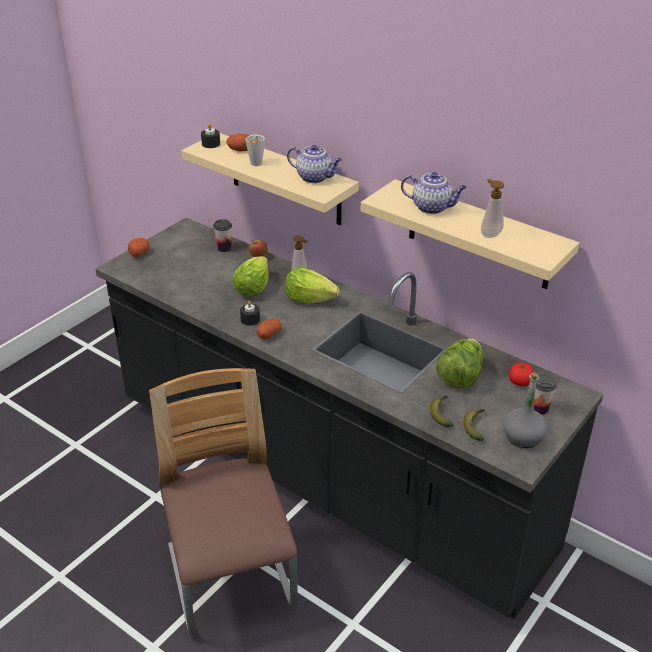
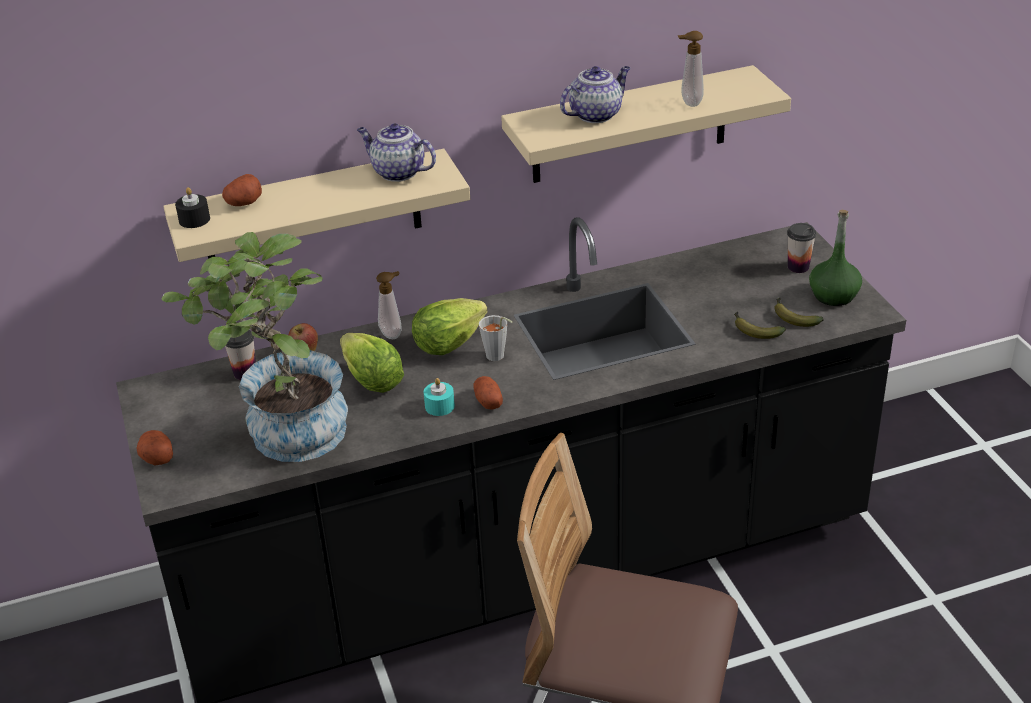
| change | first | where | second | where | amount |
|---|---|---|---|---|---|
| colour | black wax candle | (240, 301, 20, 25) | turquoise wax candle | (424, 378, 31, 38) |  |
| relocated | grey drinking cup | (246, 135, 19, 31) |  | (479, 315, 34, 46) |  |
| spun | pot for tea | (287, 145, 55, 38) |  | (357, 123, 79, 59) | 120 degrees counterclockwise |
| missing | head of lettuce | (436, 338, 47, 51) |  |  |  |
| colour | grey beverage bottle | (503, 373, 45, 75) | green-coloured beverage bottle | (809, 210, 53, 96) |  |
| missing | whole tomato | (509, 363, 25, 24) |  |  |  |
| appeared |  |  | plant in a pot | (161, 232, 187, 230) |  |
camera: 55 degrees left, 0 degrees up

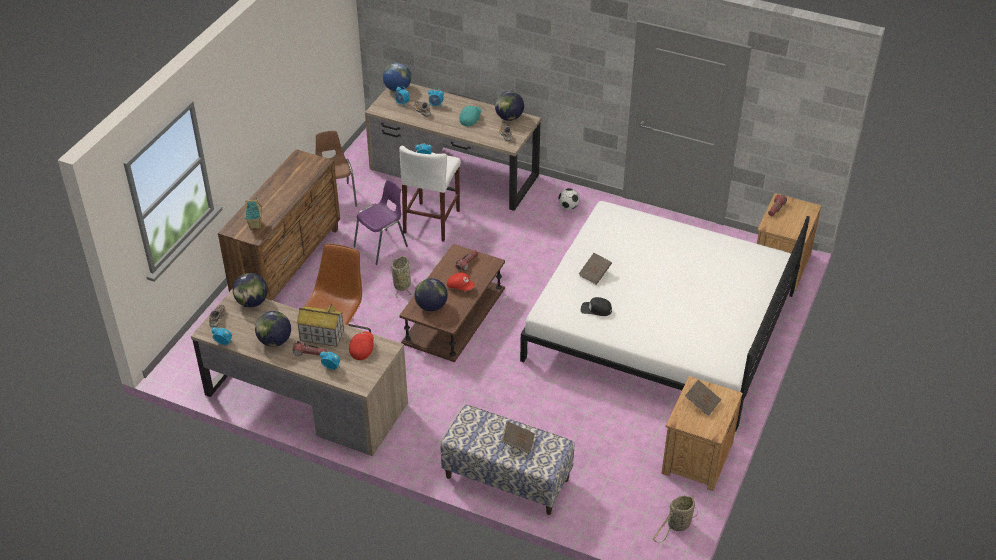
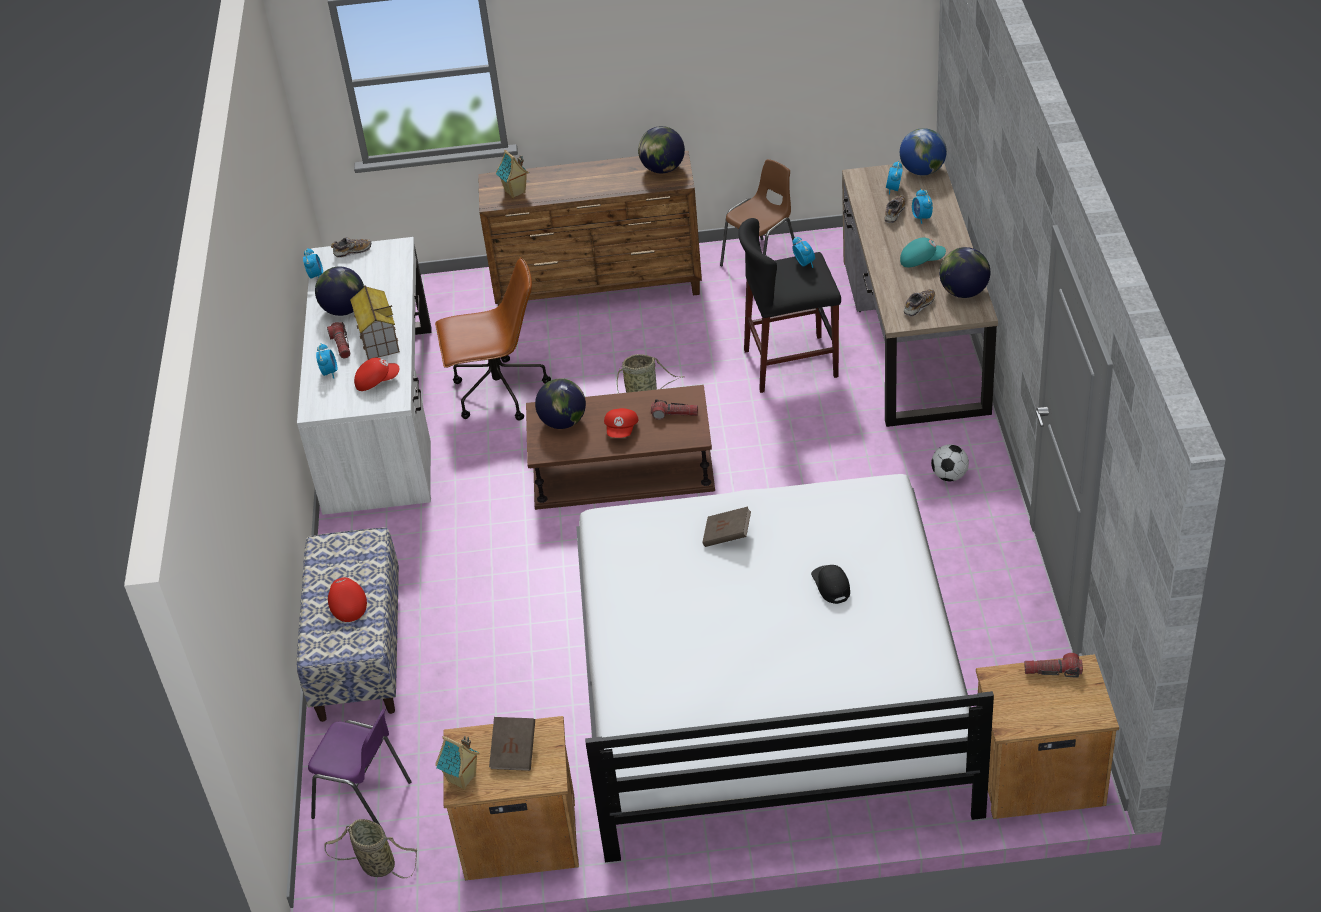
| change | first | where | second | where | amount |
|---|---|---|---|---|---|
| colour | brown desk table | (191, 288, 217, 168) | white desk table | (297, 237, 134, 278) |  |
| relocated | globe | (233, 273, 35, 34) |  | (638, 126, 47, 47) |  |
| relocated | purple plain chair | (353, 180, 55, 85) |  | (308, 709, 104, 117) |  |
| colour | white stool | (400, 146, 61, 96) | black stool | (738, 218, 103, 175) |  |
| exchanged | brown bound book | (501, 421, 34, 33) | red-coloured cap | (328, 577, 39, 45) |  |
| relocated | black cap | (581, 297, 31, 19) |  | (811, 565, 39, 39) |  |
| appeared |  |  | miniature house | (435, 736, 45, 54) |  |
camera: 65 degrees right, 0 degrees up

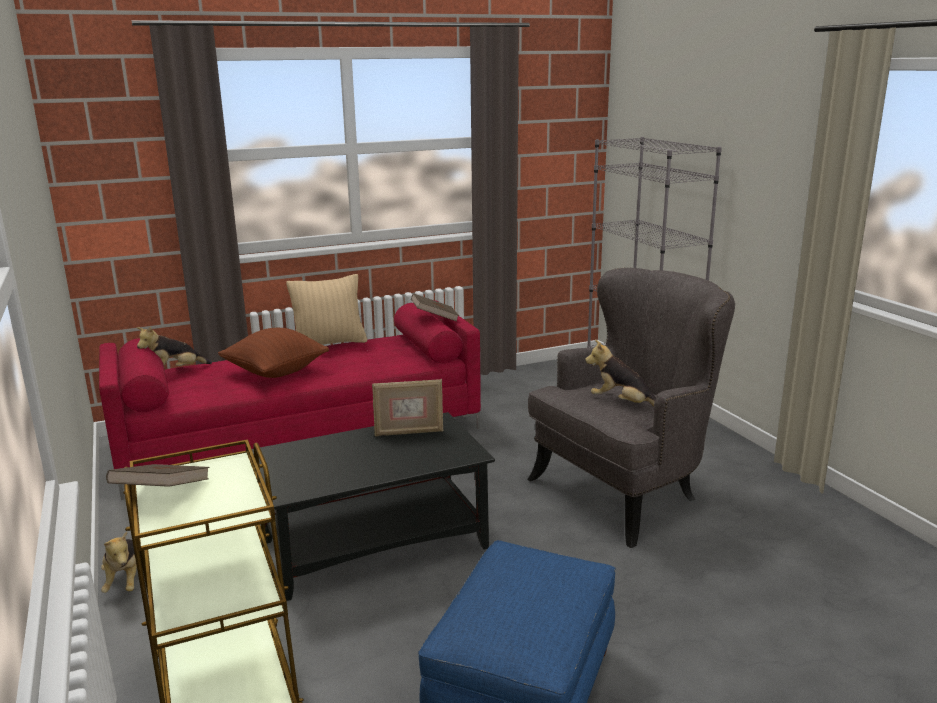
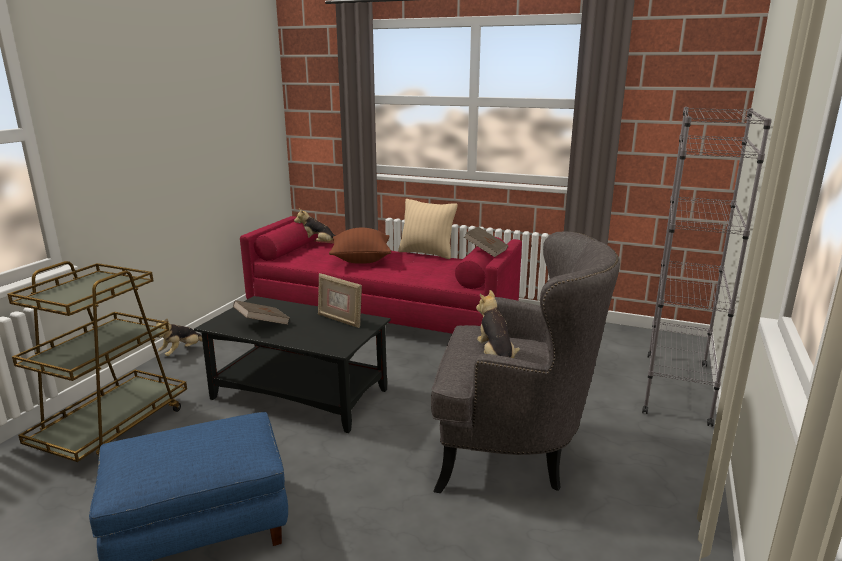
| change | first | where | second | where | amount |
|---|---|---|---|---|---|
| relocated | brown bound book | (106, 464, 103, 23) |  | (233, 300, 57, 25) |  |
camera: 45 degrees right, 0 degrees up

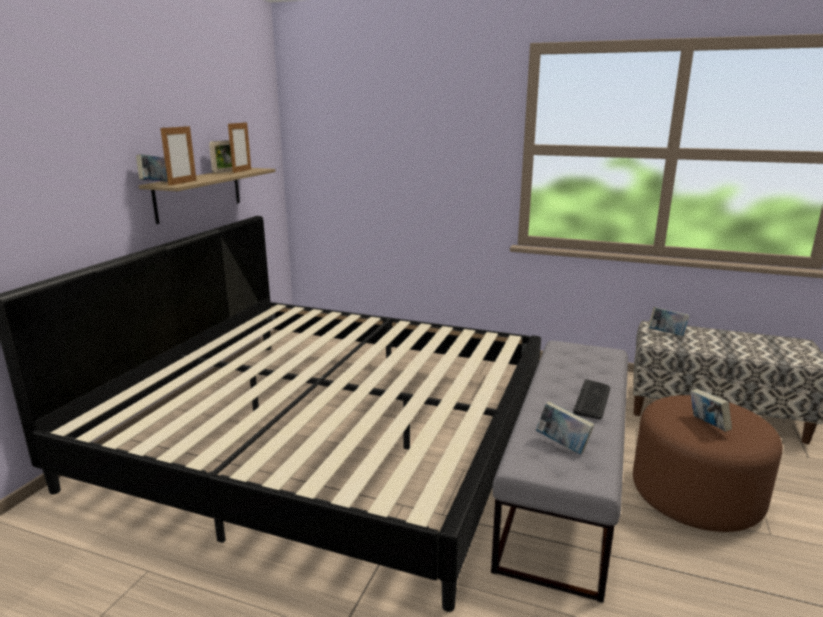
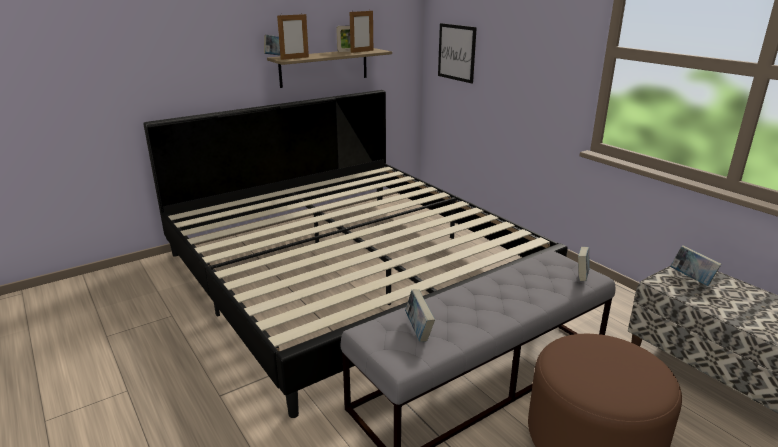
| change | first | where | second | where | amount |
|---|---|---|---|---|---|
| missing | keyboard | (573, 379, 37, 40) |  |  |  |
| relocated | bound book | (690, 389, 42, 43) |  | (578, 247, 12, 34) |  |
| appeared |  |  | wall art | (438, 23, 39, 60) |  |
camera: 35 degrees right, 5 degrees up

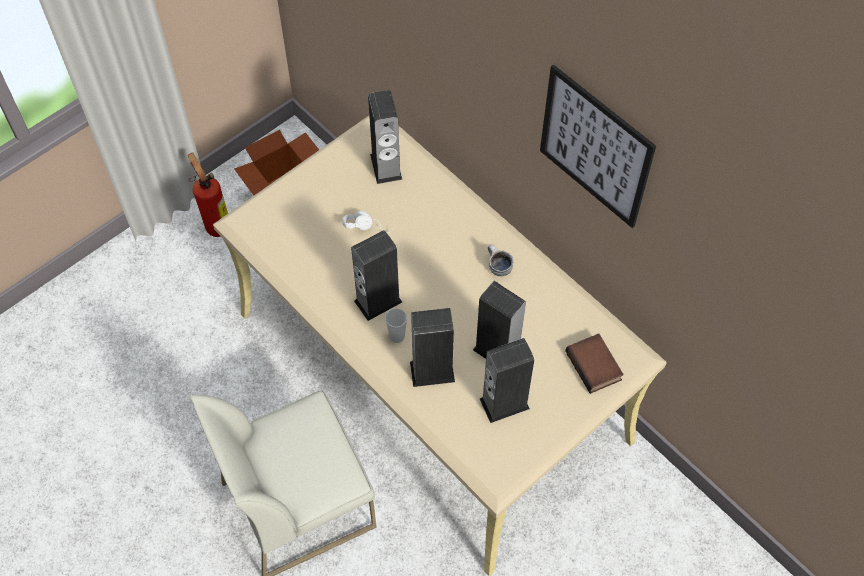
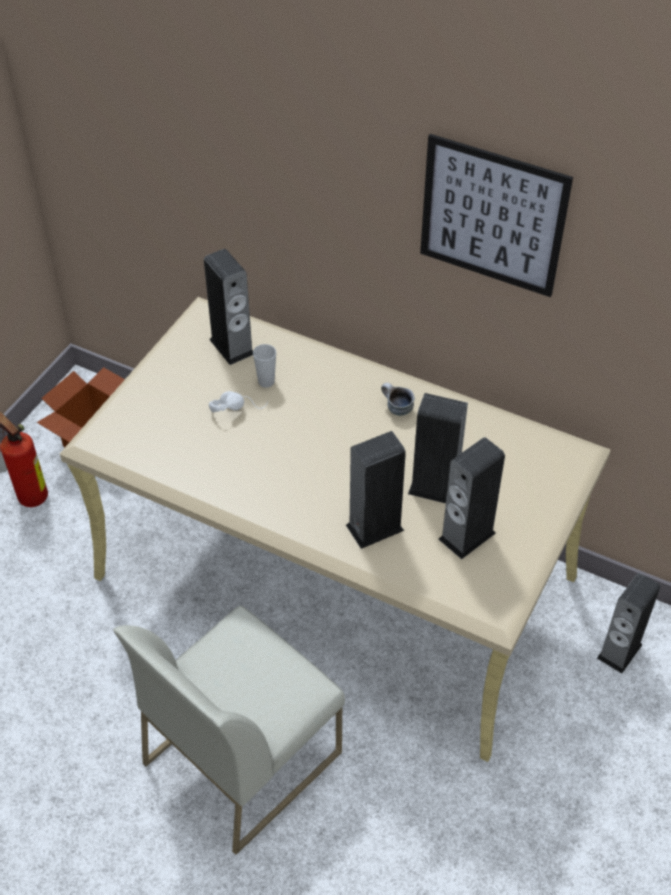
| change | first | where | second | where | amount |
|---|---|---|---|---|---|
| relocated | loudspeaker | (351, 230, 51, 91) |  | (597, 573, 64, 101) |  |
| relocated | drinking cup | (385, 308, 22, 35) |  | (253, 344, 23, 44) |  |
| missing | bound book | (565, 333, 58, 61) |  |  |  |
camera: 20 degrees left, 10 degrees down

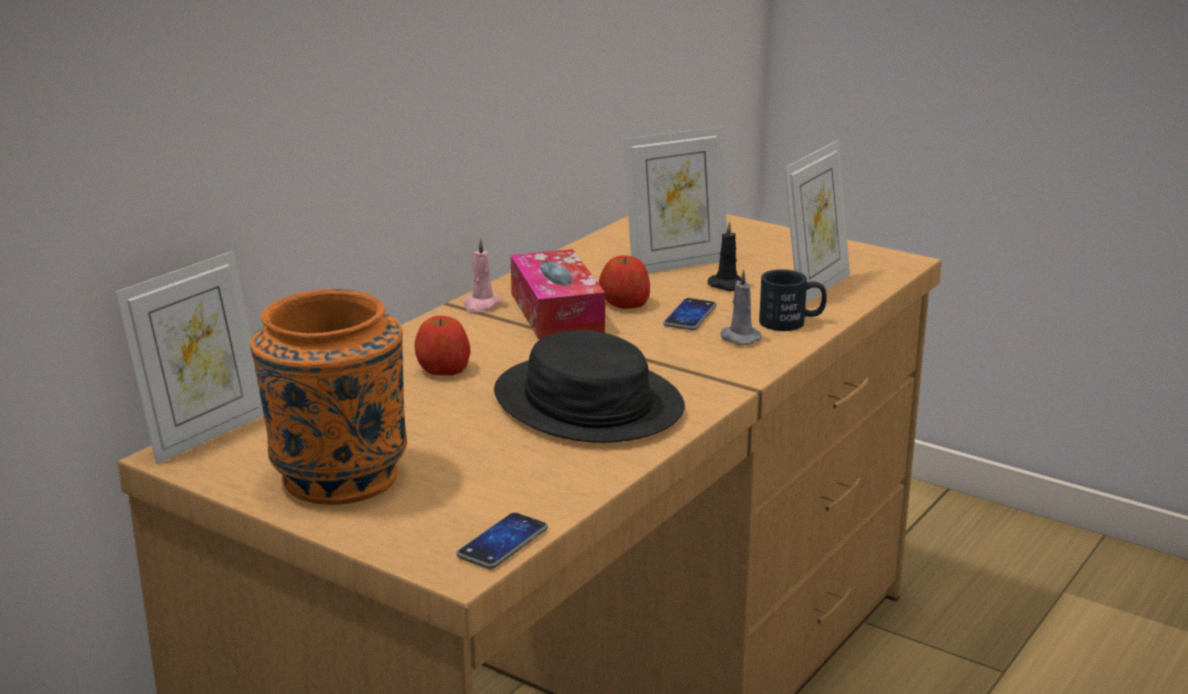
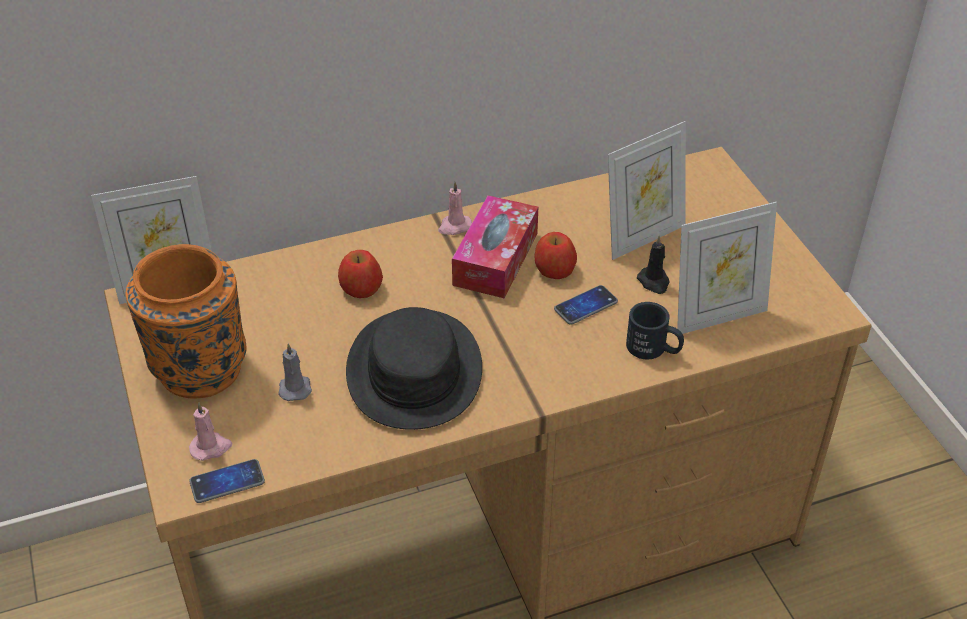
| change | first | where | second | where | amount |
|---|---|---|---|---|---|
| spun | standing frame | (624, 127, 103, 146) |  | (608, 121, 78, 139) | 45 degrees counterclockwise |
| relocated | grey wax candle | (720, 269, 42, 76) |  | (278, 343, 34, 58) |  |
| appeared |  |  | pink-coloured wax candle | (189, 402, 43, 59) |  |
camera: 35 degrees right, 20 degrees up

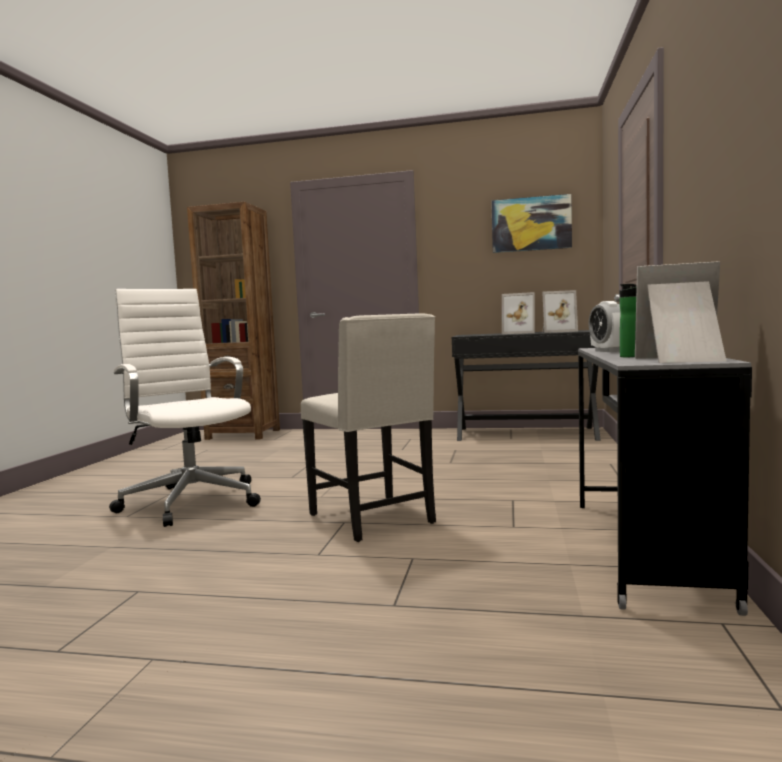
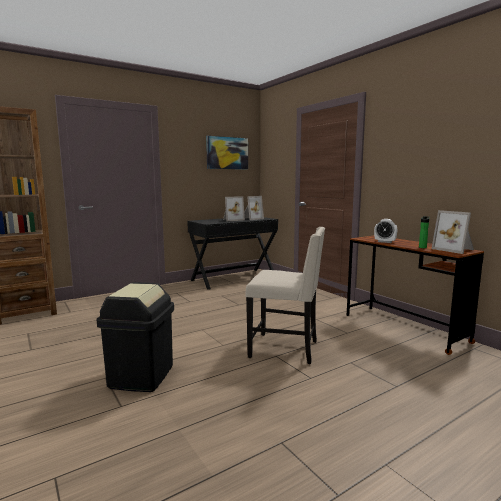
| change | first | where | second | where | amount |
|---|---|---|---|---|---|
| exchanged | white desk chair | (109, 289, 152, 238) | black waste bin | (97, 282, 77, 110) |  |
| colour | grey desk table | (578, 348, 174, 268) | brown desk table | (347, 236, 137, 119) |  |
| spun | standing frame | (635, 261, 91, 102) |  | (432, 210, 42, 44) | 90 degrees counterclockwise |
camera: 45 degrees left, 5 degrees up

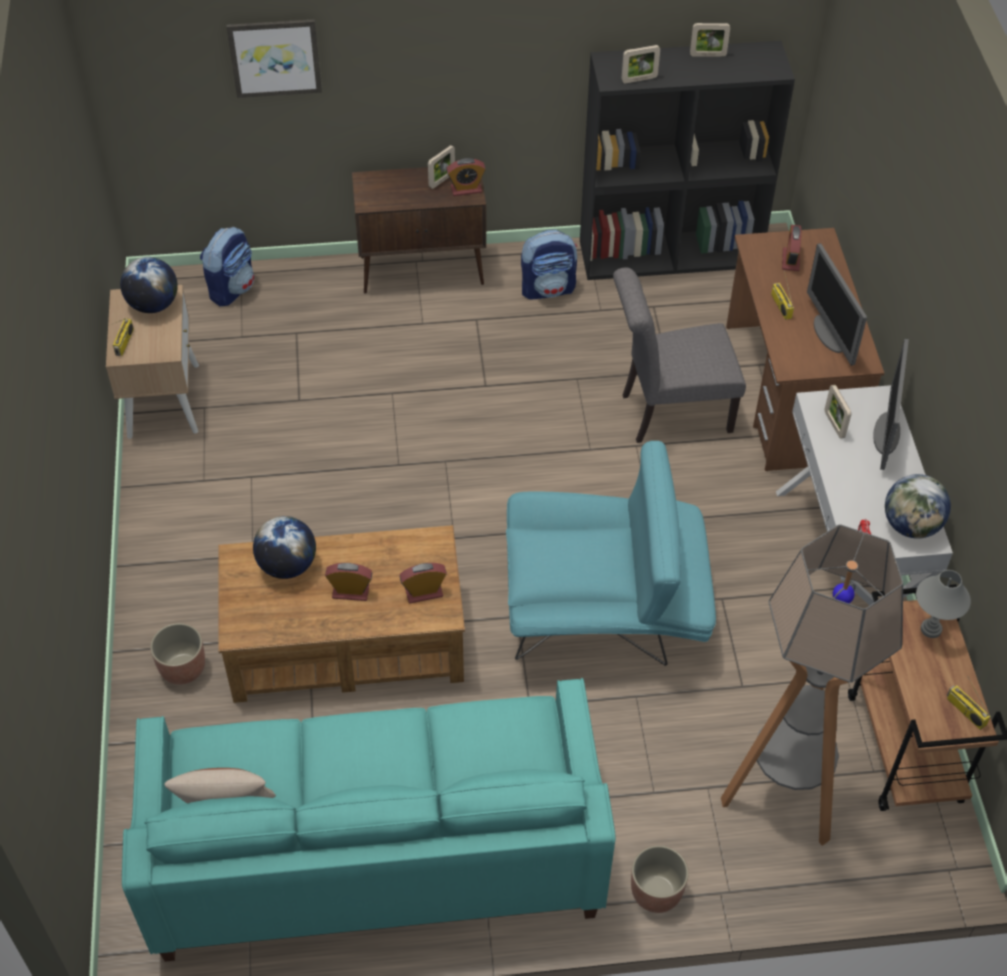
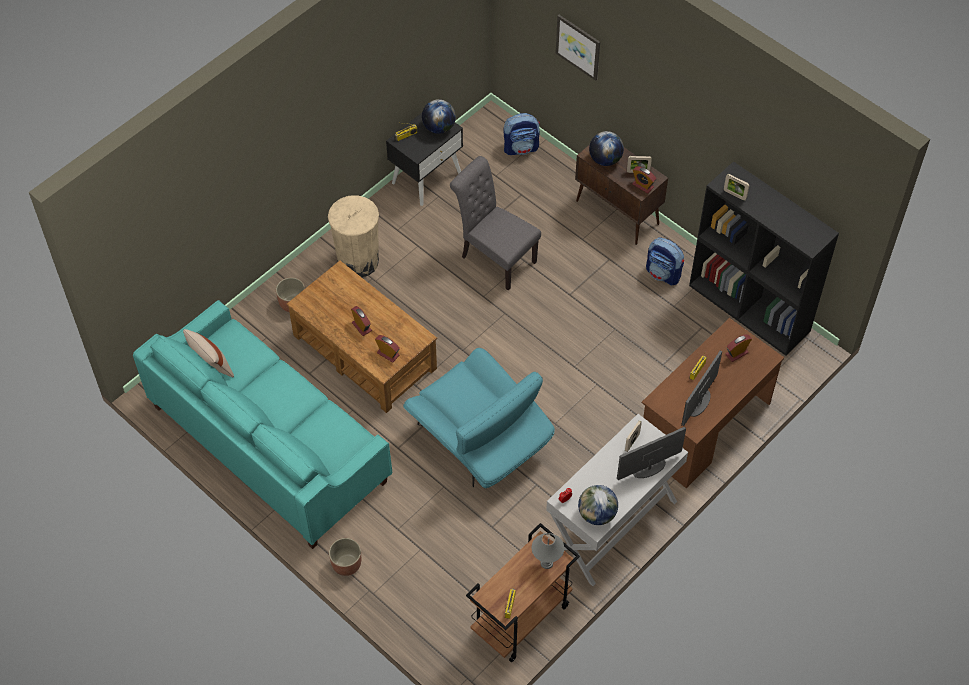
| change | first | where | second | where | amount |
|---|---|---|---|---|---|
| colour | beige-coloured nightstand | (106, 285, 93, 154) | black nightstand | (386, 113, 77, 93) |  |
| relocated | globe | (253, 516, 63, 63) |  | (589, 131, 35, 35) |  |
| relocated | grey plain chair | (613, 267, 133, 176) |  | (450, 156, 91, 134) |  |
| missing | standing frame | (690, 23, 40, 34) |  |  |  |
| missing | floor lamp | (721, 524, 182, 322) |  |  |  |
| appeared |  |  | beige-coloured waste bin | (328, 195, 51, 83) |  |
camera: 50 degrees right, 5 degrees up

